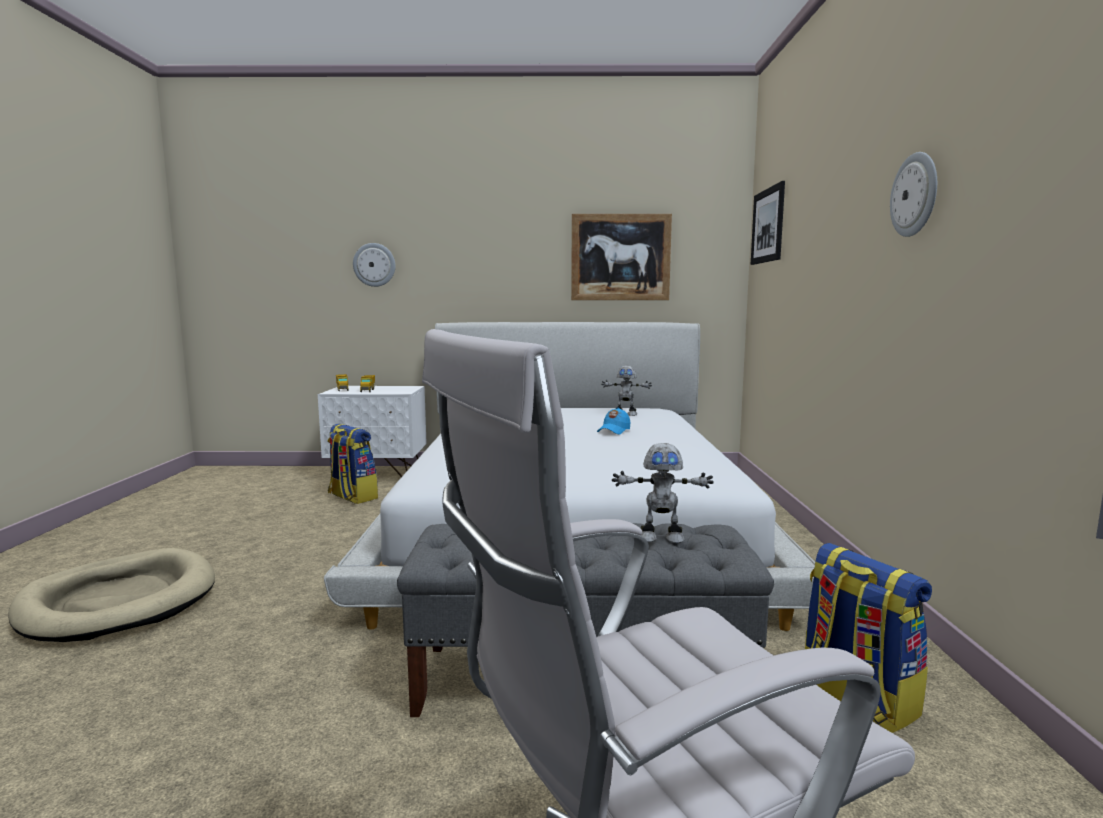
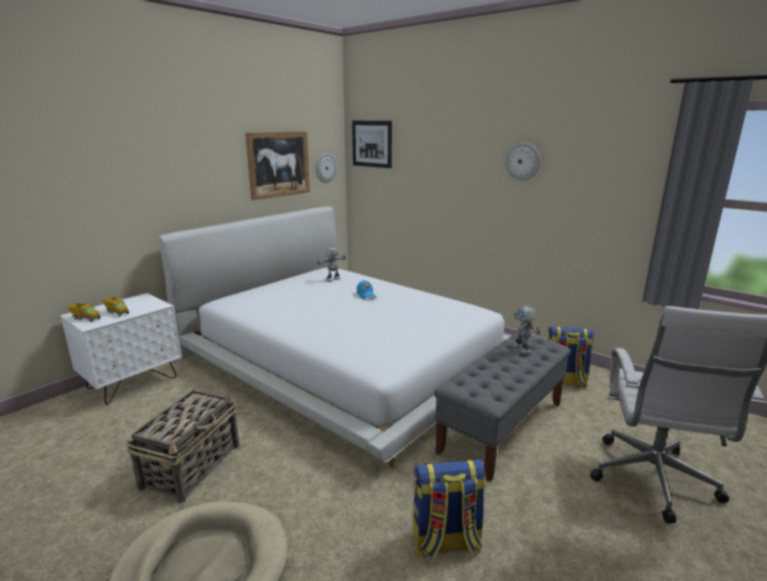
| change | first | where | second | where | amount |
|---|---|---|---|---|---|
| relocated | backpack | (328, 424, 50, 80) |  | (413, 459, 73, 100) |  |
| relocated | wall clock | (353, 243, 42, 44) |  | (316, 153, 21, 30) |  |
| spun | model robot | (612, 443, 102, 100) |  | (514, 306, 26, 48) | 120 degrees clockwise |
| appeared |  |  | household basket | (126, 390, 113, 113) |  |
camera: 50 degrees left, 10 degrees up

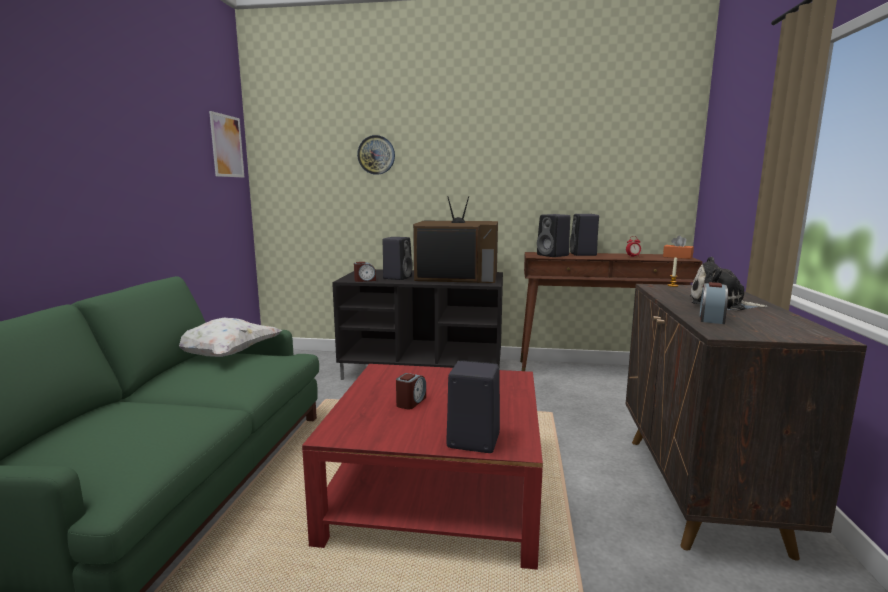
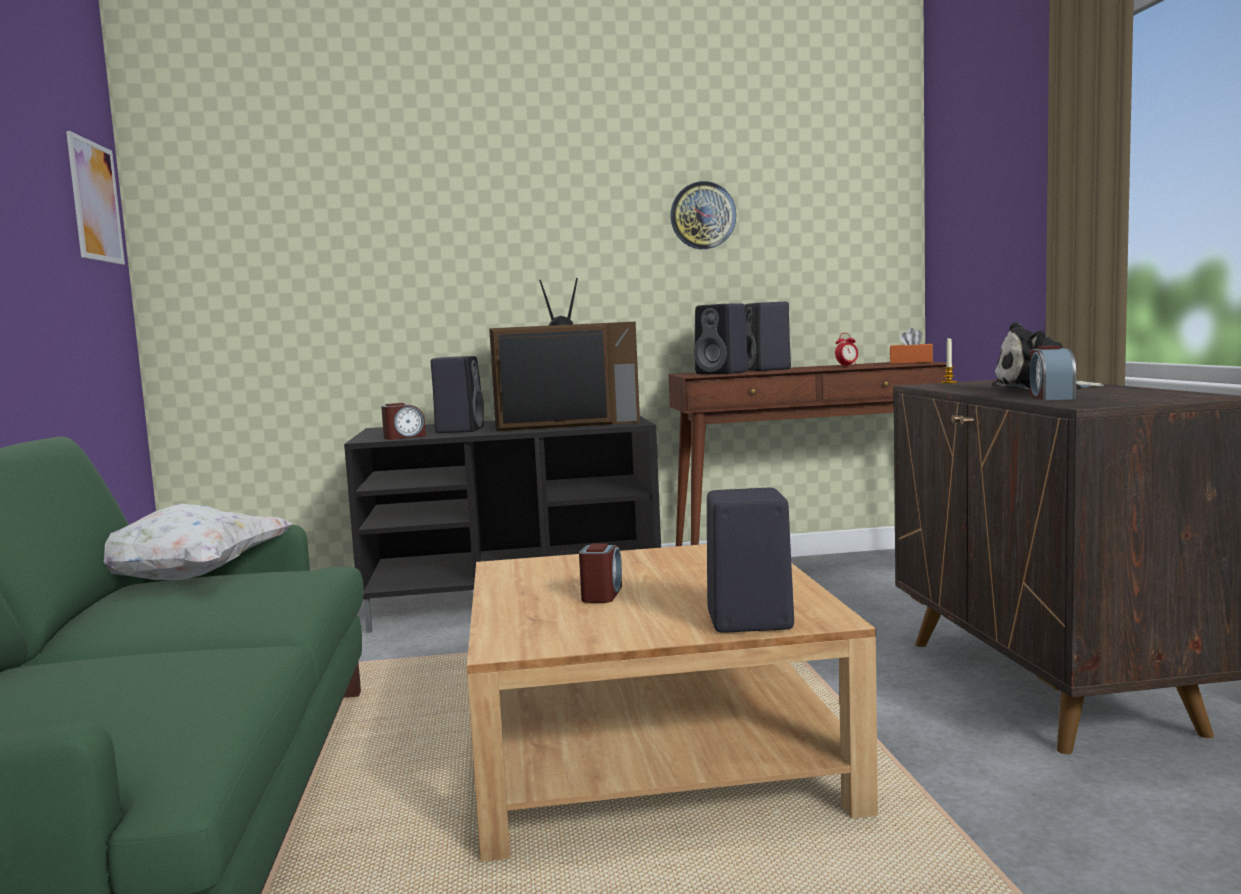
| change | first | where | second | where | amount |
|---|---|---|---|---|---|
| colour | red-coloured low table | (302, 364, 241, 206) | beige-coloured low table | (467, 544, 411, 318) |  |
| relocated | wall clock | (357, 135, 38, 40) |  | (670, 181, 66, 68) |  |
camera: 15 degrees left, 5 degrees down

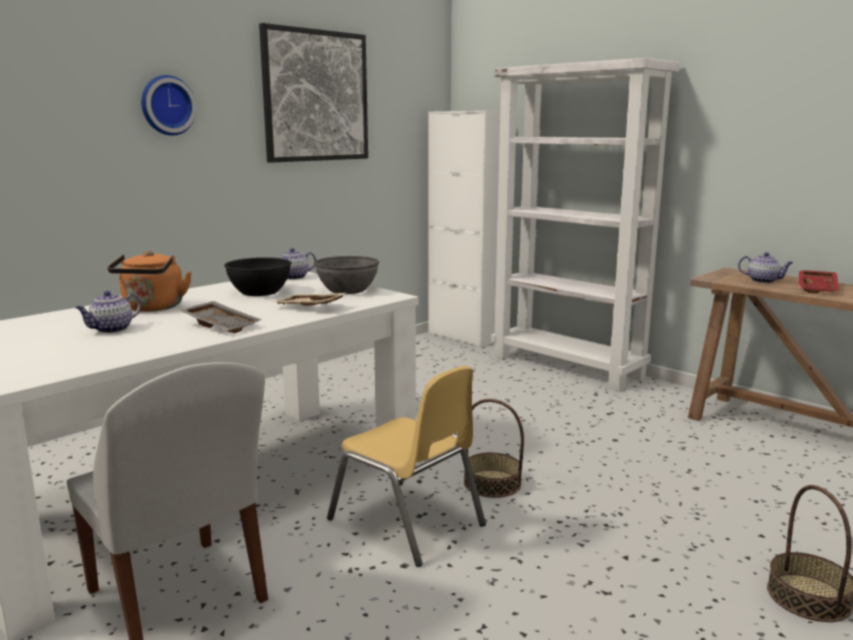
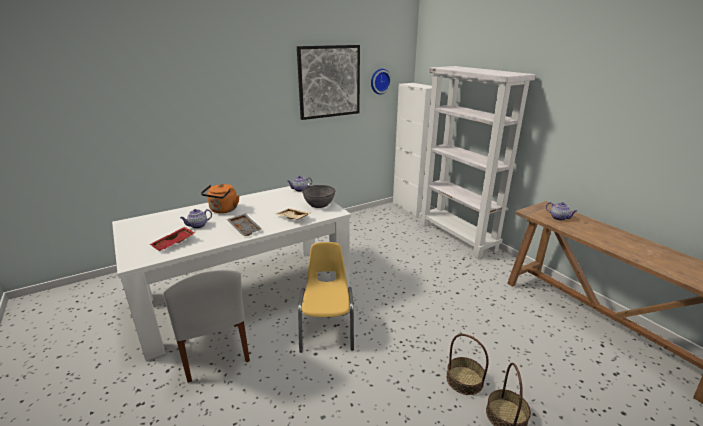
| change | first | where | second | where | amount |
|---|---|---|---|---|---|
| relocated | wall clock | (141, 75, 56, 61) |  | (371, 69, 21, 25) |  |
| missing | black deep dish | (224, 257, 68, 39) |  |  |  |
| spun | yellow plain chair | (327, 366, 159, 201) |  | (298, 242, 56, 110) | 150 degrees counterclockwise |
| relocated | household basket | (464, 399, 60, 99) |  | (446, 334, 43, 61) |  |
| relocated | red-coloured serving tray | (799, 270, 40, 23) |  | (150, 227, 45, 24) |  |
camera: 15 degrees right, 10 degrees up

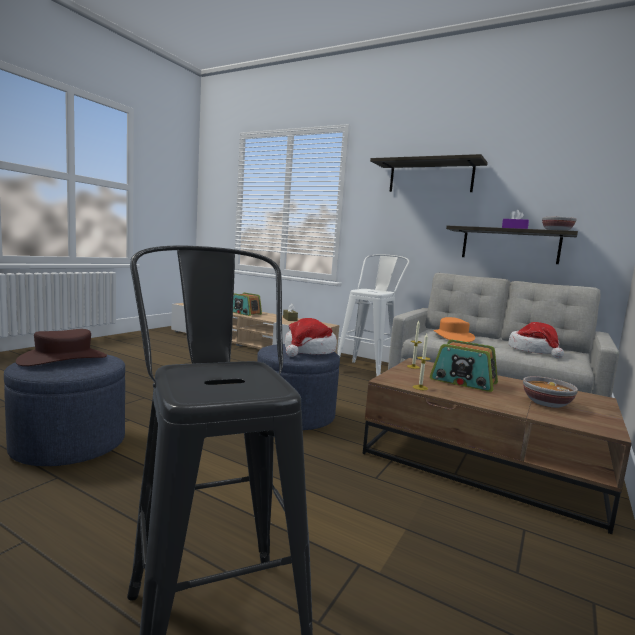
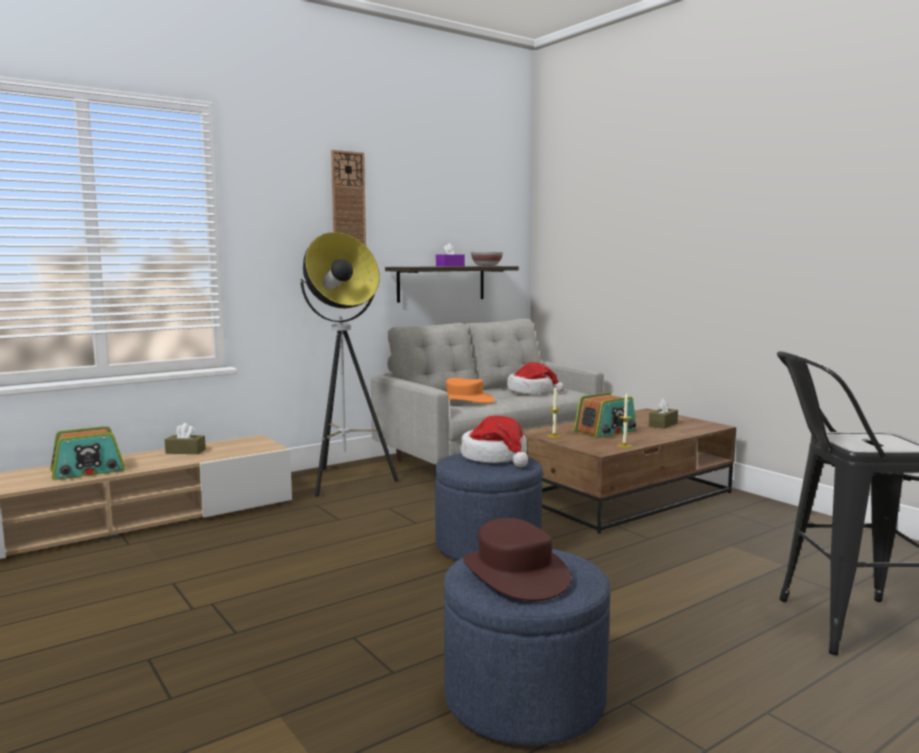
| change | first | where | second | where | amount |
|---|---|---|---|---|---|
| exchanged | white stool | (338, 254, 72, 123) | floor lamp | (300, 232, 98, 265) |  |
| exchanged | shelf | (370, 154, 118, 38) | wall clock | (331, 150, 35, 96) |  |
| exchanged | deep dish | (523, 376, 55, 32) | brown tissue box | (649, 398, 29, 31) |  |
camera: 65 degrees left, 0 degrees up

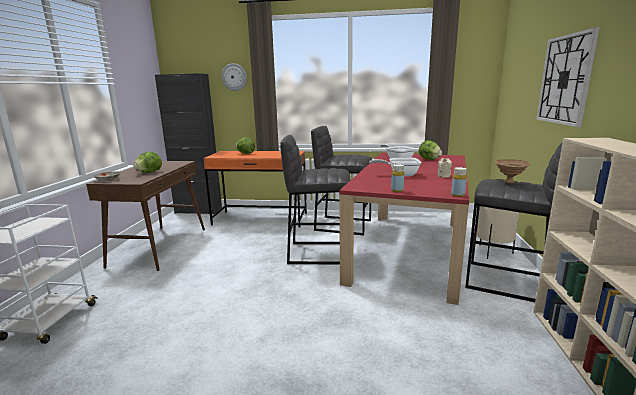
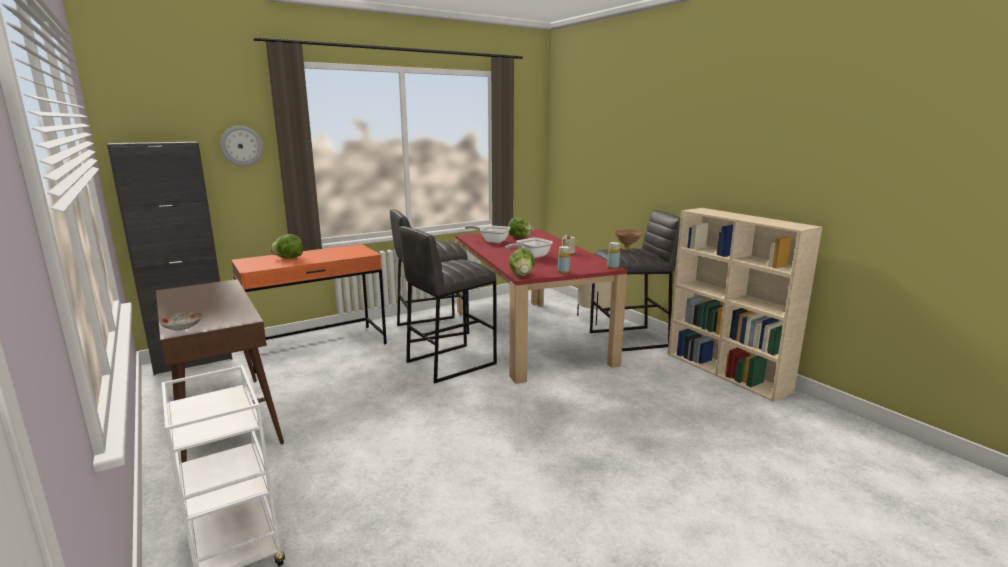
| change | first | where | second | where | amount |
|---|---|---|---|---|---|
| relocated | head of lettuce | (134, 151, 28, 22) |  | (509, 248, 26, 29) |  |
| missing | wall clock | (536, 27, 64, 100) |  |  |  |
camera: 40 degrees left, 0 degrees up

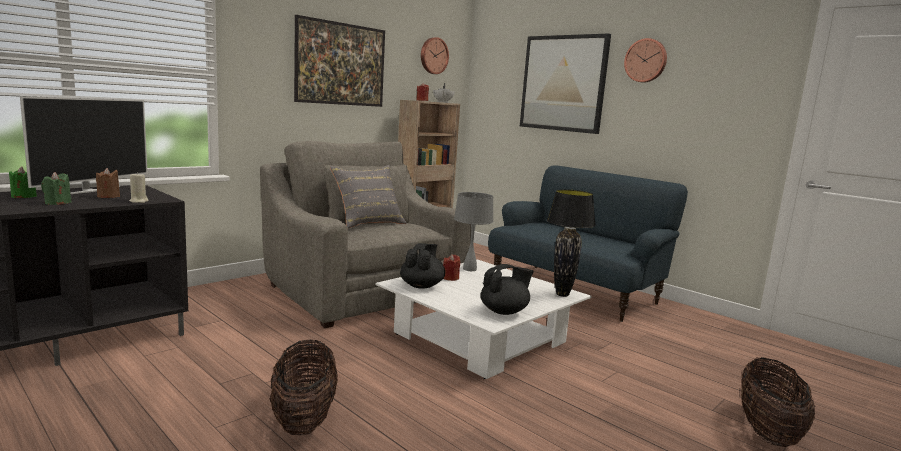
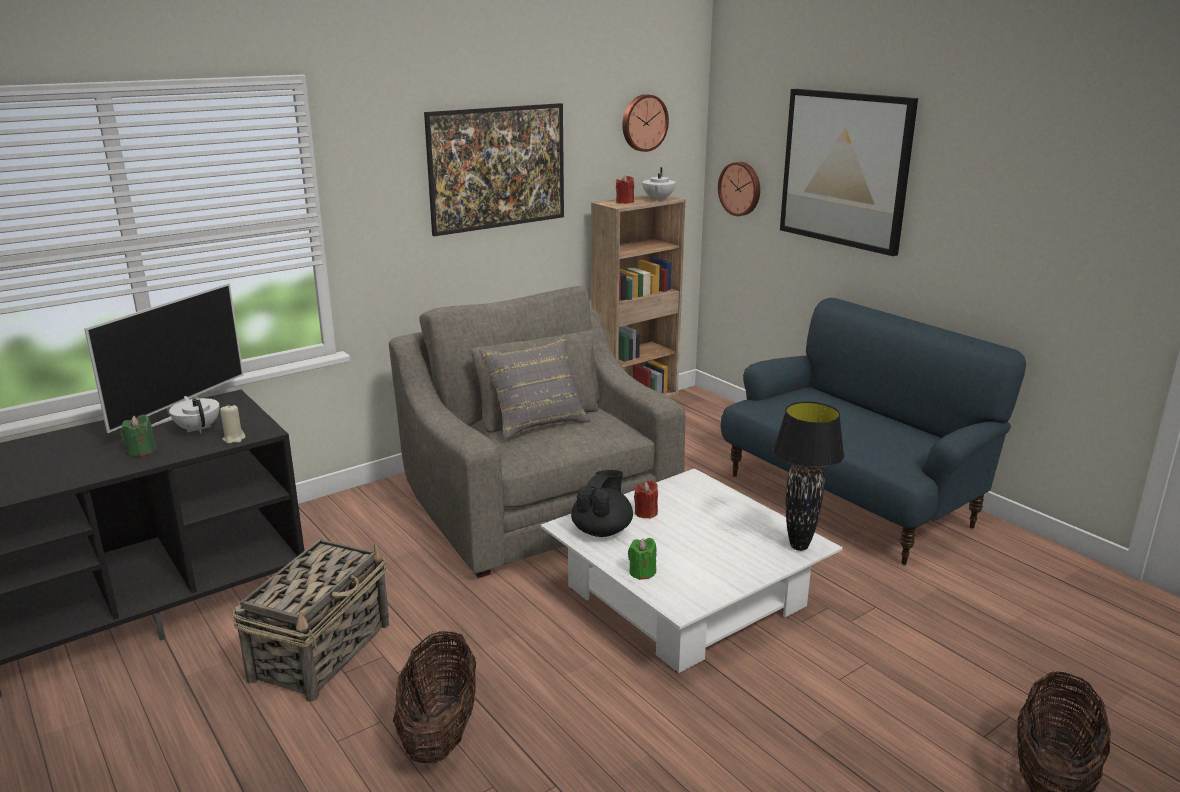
| change | first | where | second | where | amount |
|---|---|---|---|---|---|
| relocated | green-coloured wax candle | (9, 167, 28, 31) |  | (628, 538, 29, 42) |  |
| exchanged | brown wax candle | (96, 168, 24, 30) | white pot for tea | (169, 396, 51, 37) |  |
| missing | grey lamp for a table | (454, 192, 40, 79) |  |  |  |
| missing | black pot for tea | (480, 264, 54, 51) |  |  |  |
| relocated | wall clock | (624, 38, 43, 45) |  | (718, 162, 42, 54) |  |
| appeared |  |  | household basket | (233, 539, 156, 163) |  |
camera: 10 degrees right, 10 degrees up

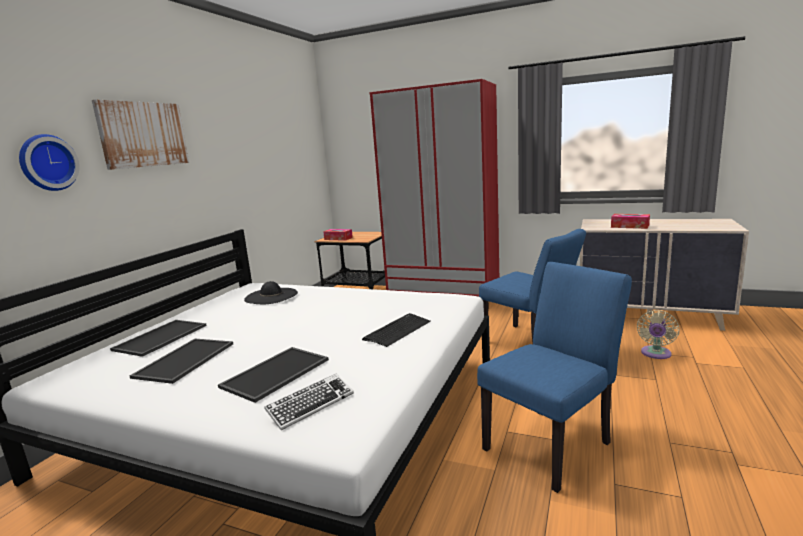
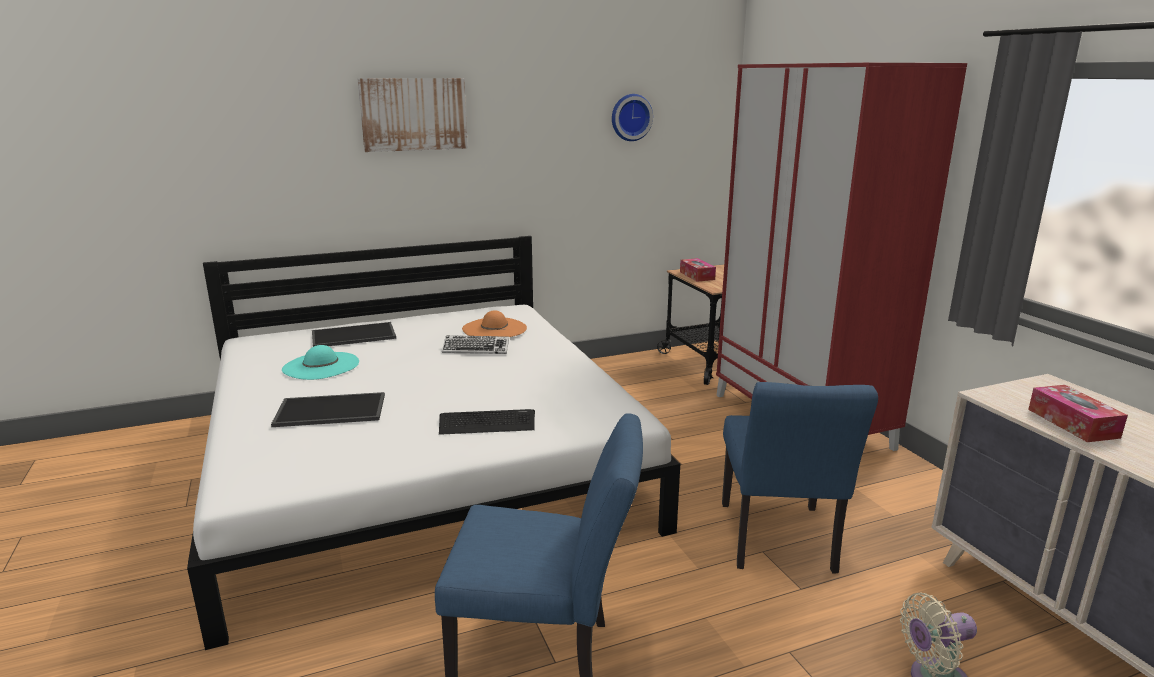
| change | first | where | second | where | amount |
|---|---|---|---|---|---|
| relocated | wall clock | (19, 134, 61, 57) |  | (612, 94, 41, 47) |  |
| exchanged | serving tray | (130, 338, 103, 46) | turquoise hat | (282, 345, 77, 35) |  |
| colour | black hat | (244, 281, 54, 23) | orange hat | (462, 310, 65, 27) |  |
| relocated | keyboard | (264, 373, 90, 57) |  | (442, 335, 67, 19) |  |
camera: 45 degrees right, 5 degrees up

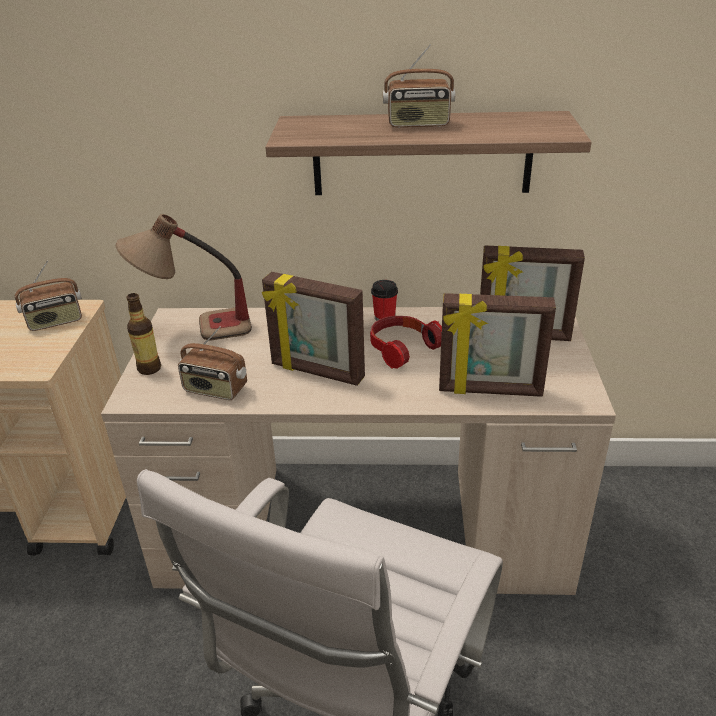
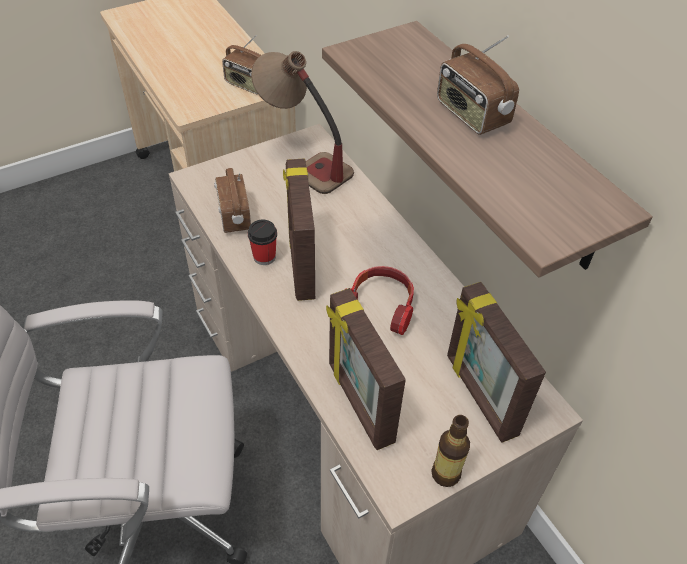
| change | first | where | second | where | amount |
|---|---|---|---|---|---|
| relocated | beverage bottle | (126, 293, 35, 82) |  | (431, 415, 39, 72) |  |
| relocated | drinking cup | (371, 280, 27, 41) |  | (248, 219, 29, 46) |  |
camera: 55 degrees right, 15 degrees up

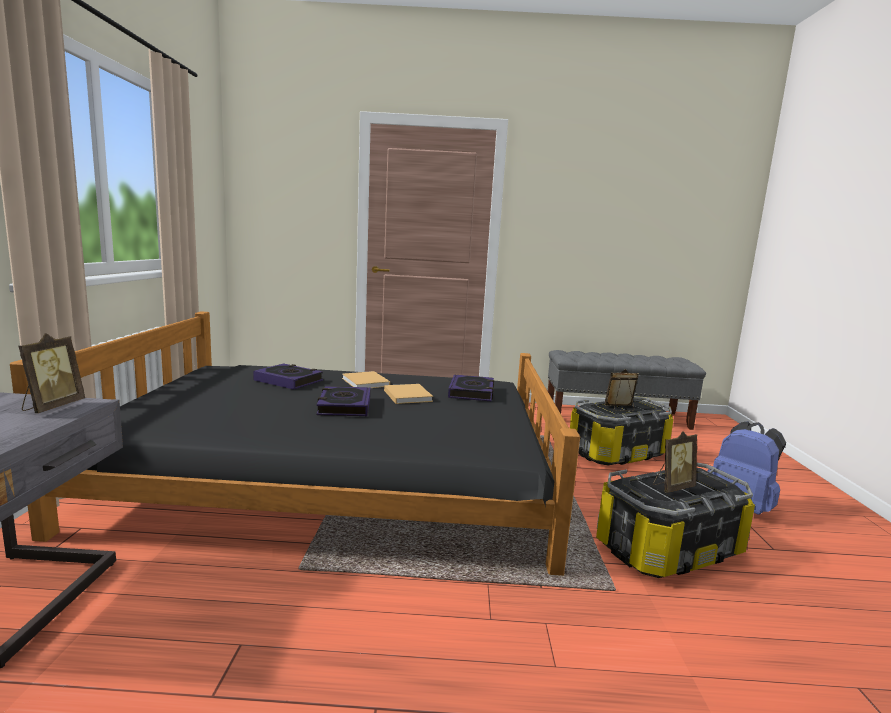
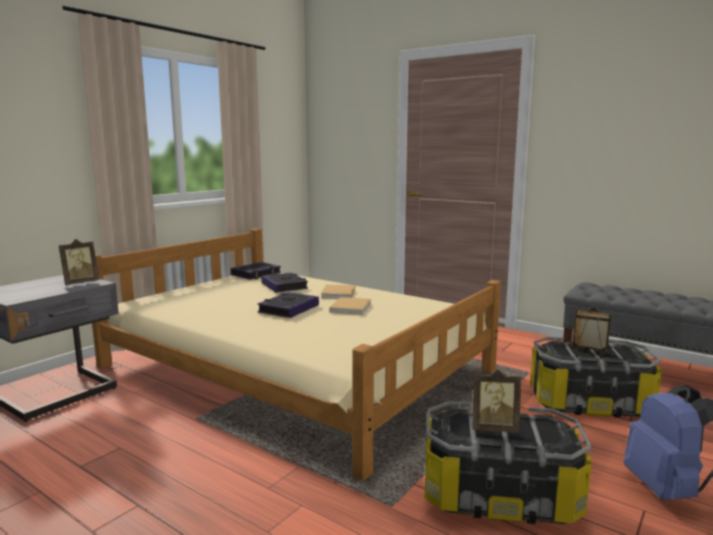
| change | first | where | second | where | amount |
|---|---|---|---|---|---|
| colour | black bed | (10, 311, 570, 265) | beige-coloured bed | (92, 229, 409, 252) |  |
| relocated | bound book | (448, 375, 46, 26) |  | (230, 262, 51, 18) |  |
camera: 35 degrees right, 0 degrees up

